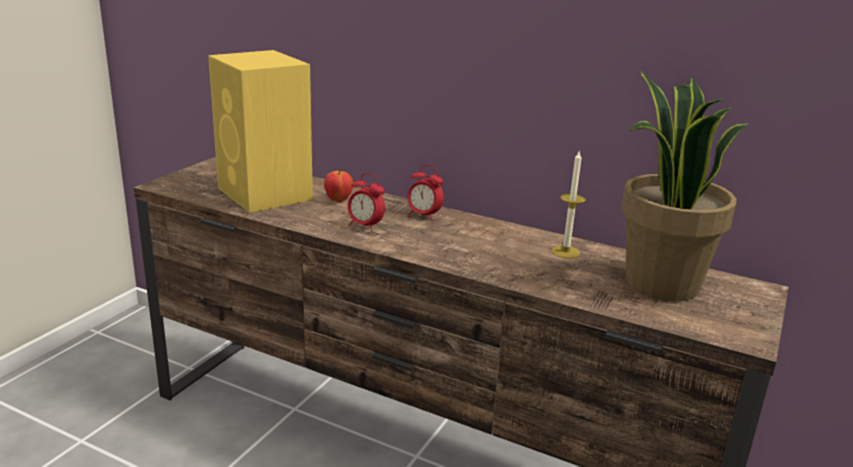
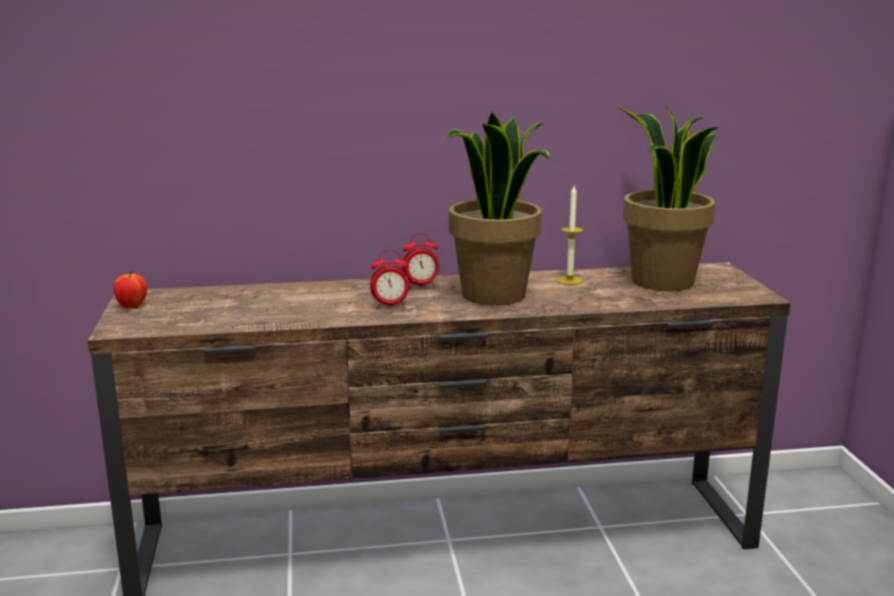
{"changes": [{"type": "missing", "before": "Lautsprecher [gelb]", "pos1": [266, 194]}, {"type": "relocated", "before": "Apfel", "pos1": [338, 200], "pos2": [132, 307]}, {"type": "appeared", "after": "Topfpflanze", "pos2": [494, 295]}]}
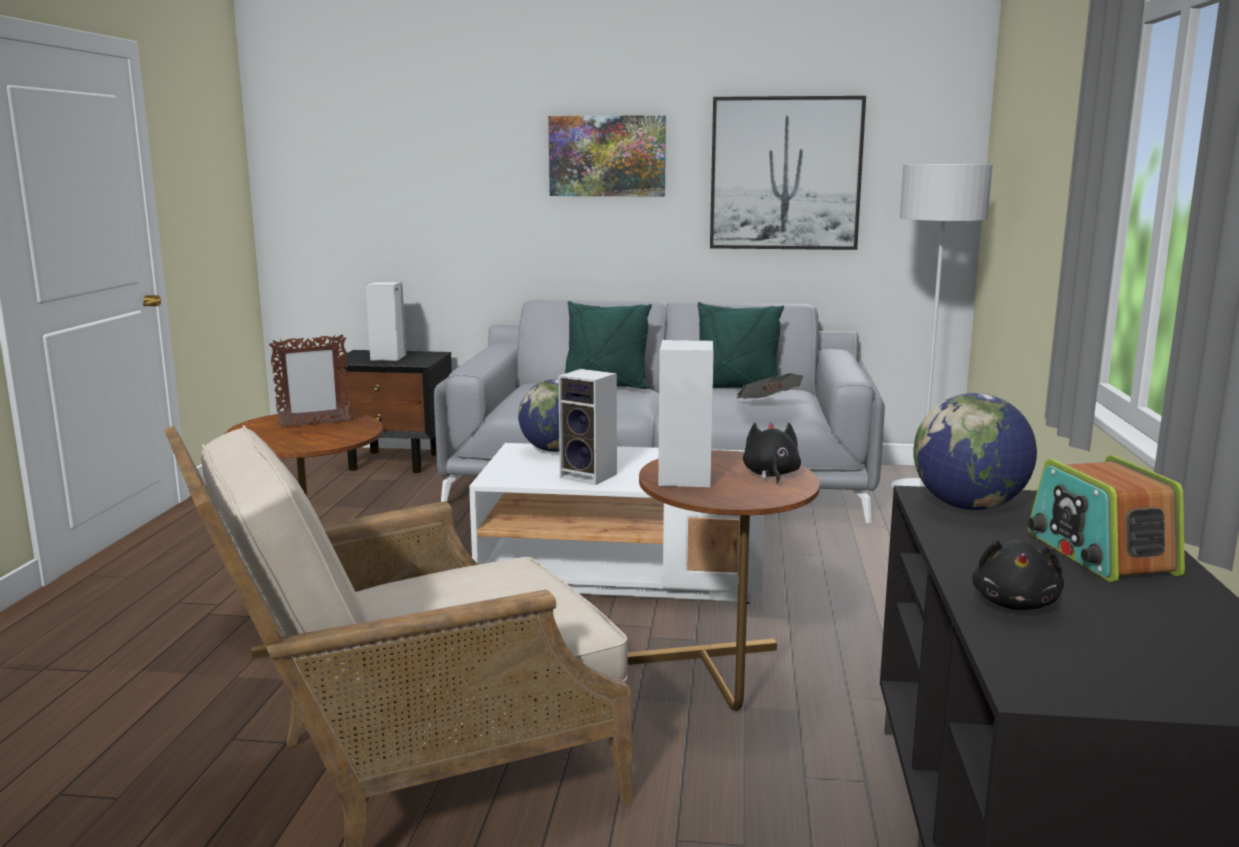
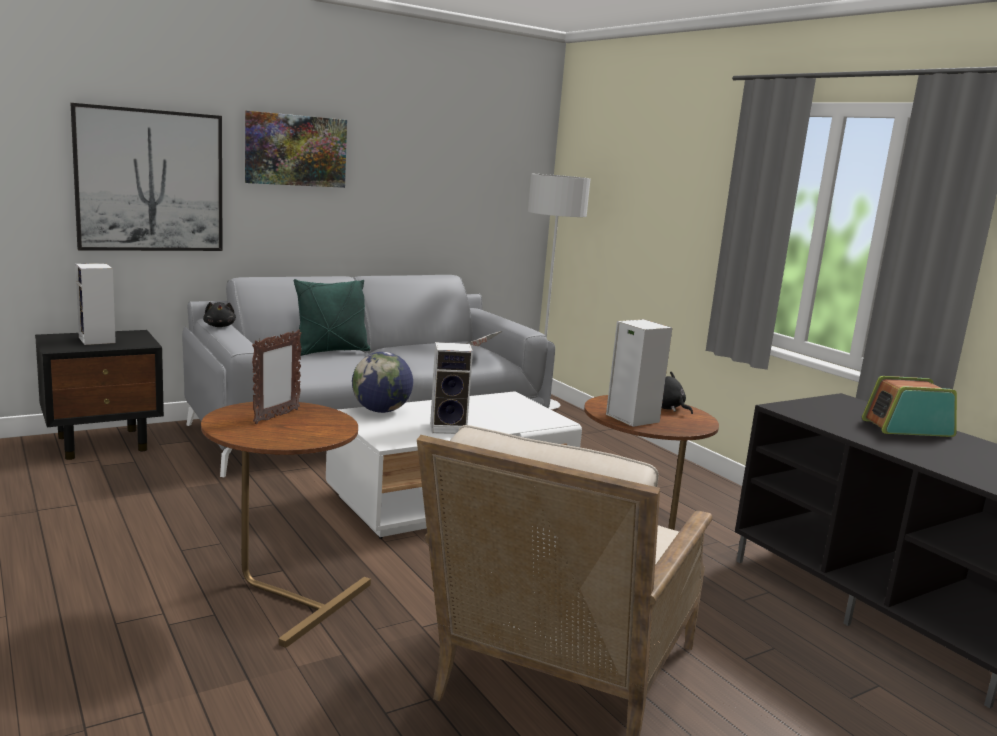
{"changes": [{"type": "missing", "before": "Kissen [grün]", "pos1": [735, 388]}, {"type": "relocated", "before": "Bild", "pos1": [785, 173], "pos2": [150, 181]}, {"type": "missing", "before": "Globus", "pos1": [969, 507]}, {"type": "relocated", "before": "Plüschtier [schwarz]", "pos1": [1015, 603], "pos2": [219, 326]}, {"type": "spun", "before": "Radio", "pos1": [1099, 554], "pos2": [906, 428], "turn": 135}]}
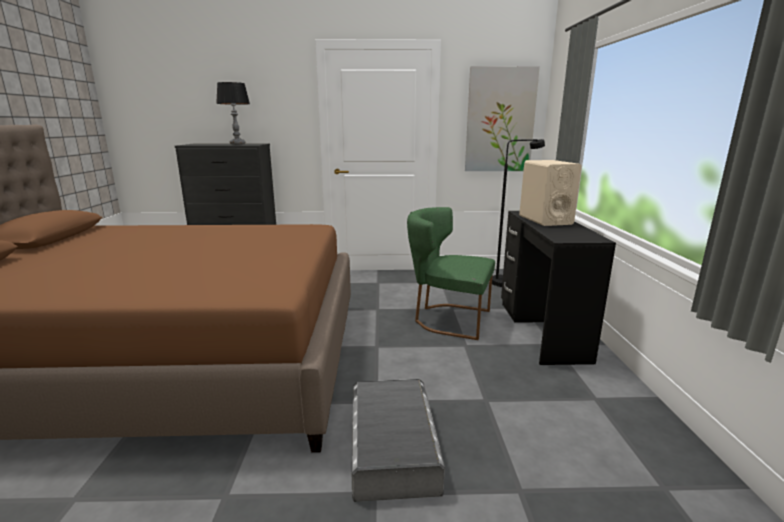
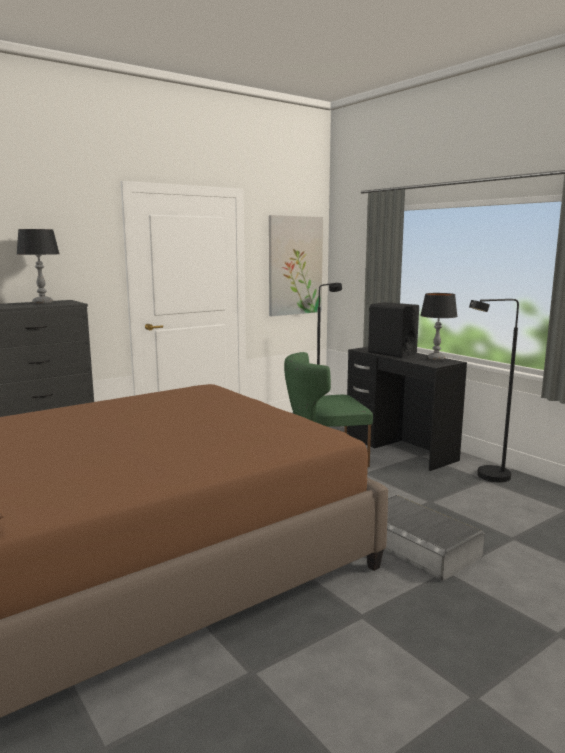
{"changes": [{"type": "colour", "before": "Lautsprecher [beige]", "after": "Lautsprecher [schwarz]", "pos1": [545, 220], "pos2": [391, 353]}, {"type": "appeared", "after": "Tischlampe", "pos2": [435, 359]}, {"type": "appeared", "after": "Stehlampe [schwarz]", "pos2": [486, 477]}]}
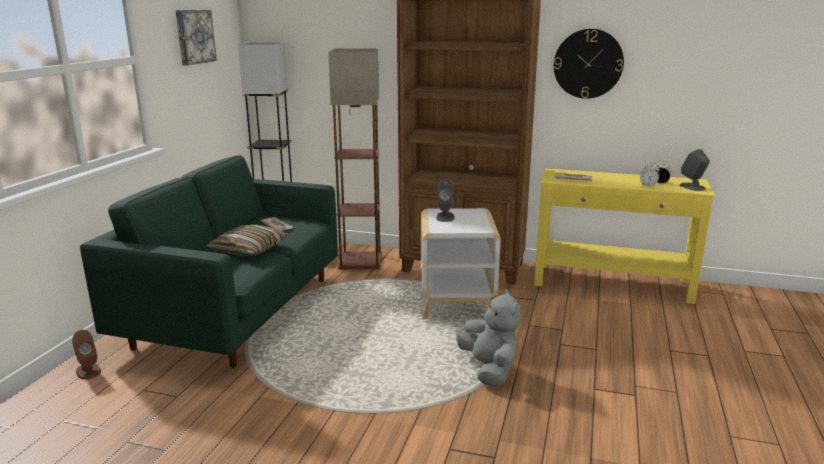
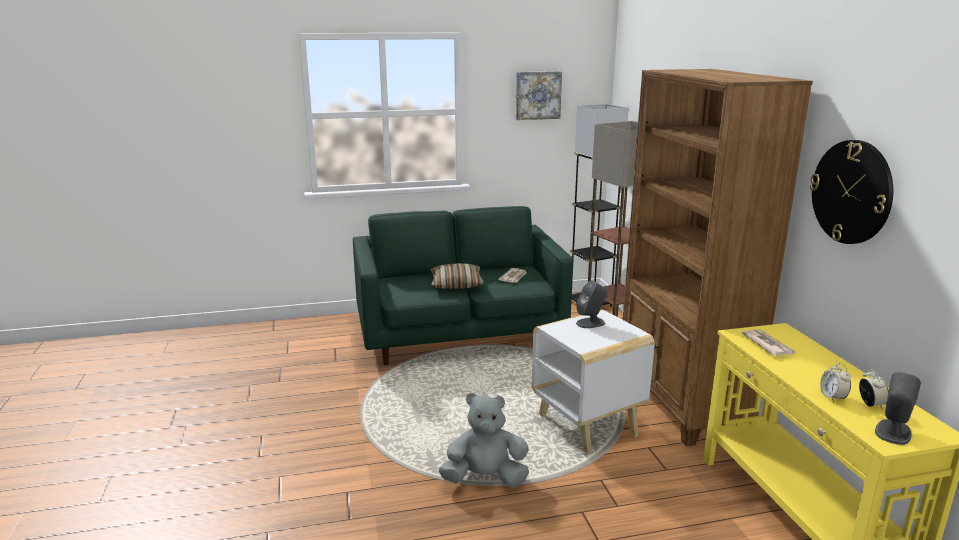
{"changes": [{"type": "missing", "before": "Lautsprecher [braun]", "pos1": [88, 371]}, {"type": "spun", "before": "Plüschtier [grau]", "pos1": [489, 369], "pos2": [485, 478], "turn": -135}]}
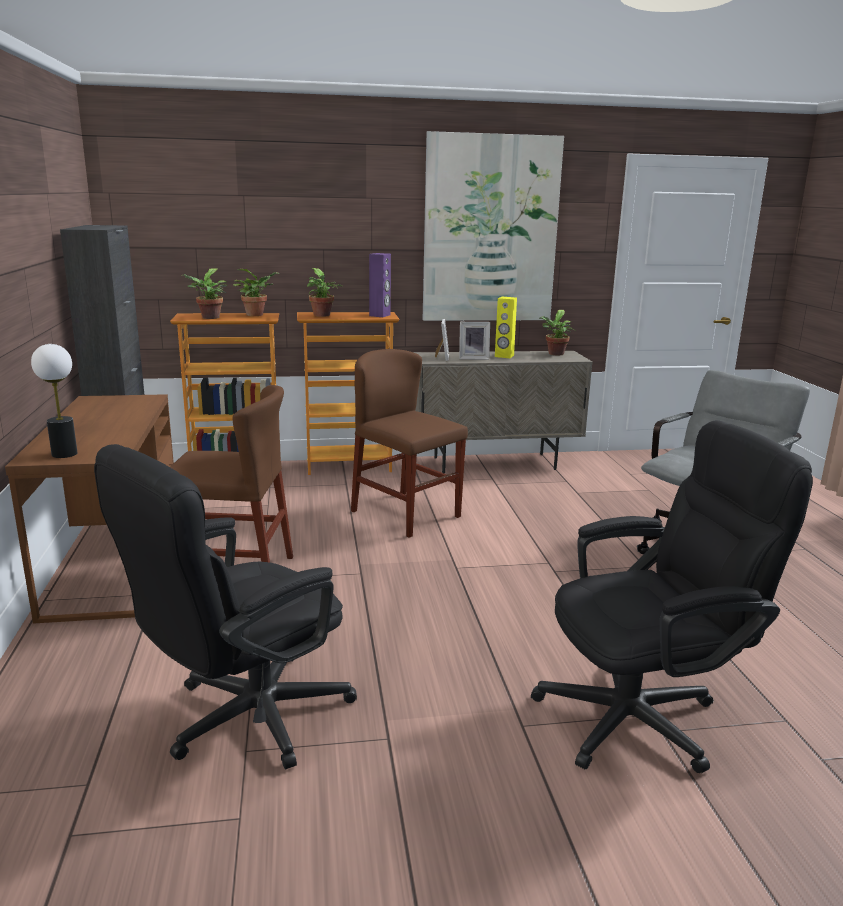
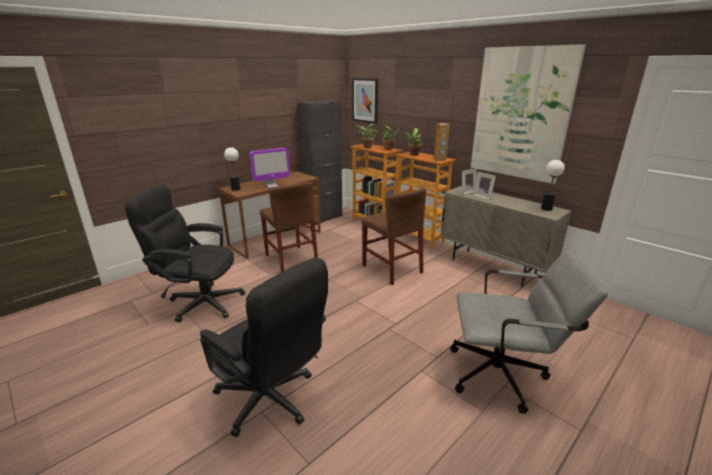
{"changes": [{"type": "spun", "before": "Stuhl [braun]", "pos1": [406, 514], "pos2": [392, 269], "turn": 135}, {"type": "colour", "before": "Lautsprecher [lila]", "after": "Lautsprecher [braun]", "pos1": [380, 315], "pos2": [440, 160]}, {"type": "missing", "before": "Lautsprecher [gelb]", "pos1": [504, 356]}, {"type": "exchanged", "before": "Topfpflanze", "after": "Tischlampe", "pos1": [555, 354], "pos2": [546, 209]}, {"type": "appeared", "after": "Monitor", "pos2": [272, 186]}, {"type": "appeared", "after": "Bild", "pos2": [365, 100]}]}
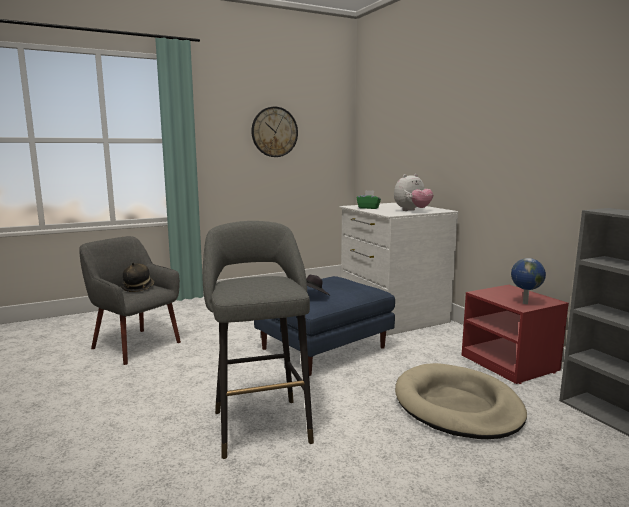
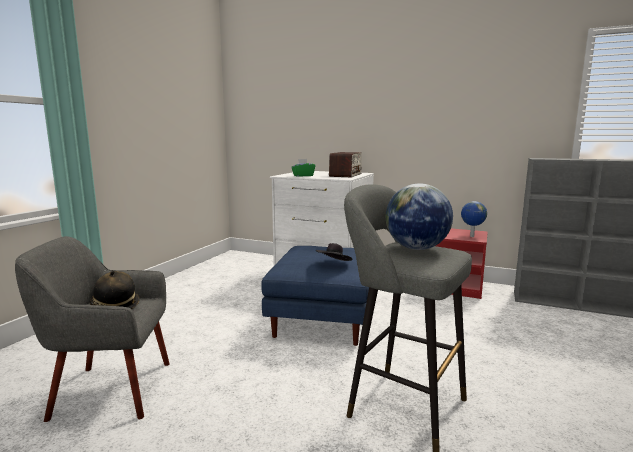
{"changes": [{"type": "missing", "before": "Wanduhr", "pos1": [274, 132]}, {"type": "exchanged", "before": "Plüschtier", "after": "Radio", "pos1": [412, 211], "pos2": [345, 175]}, {"type": "missing", "before": "Hundebett [beige]", "pos1": [457, 406]}, {"type": "appeared", "after": "Globus", "pos2": [416, 248]}]}
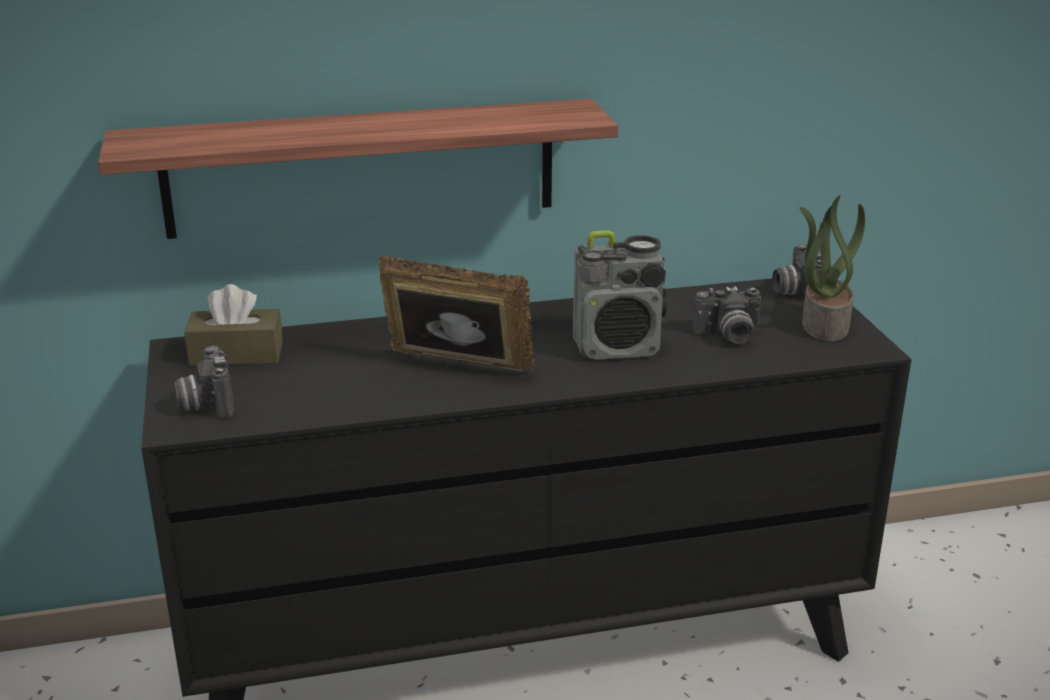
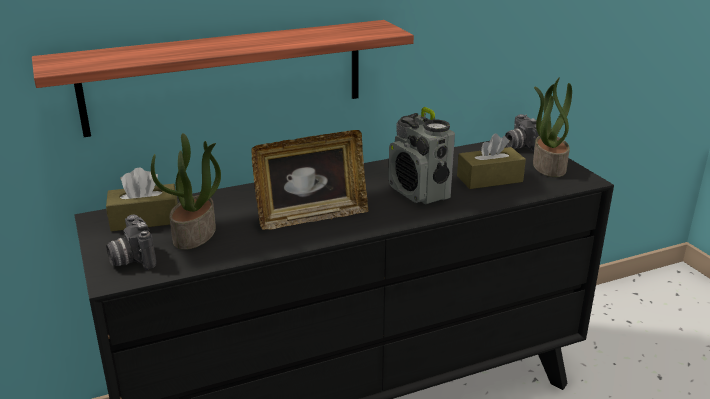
{"changes": [{"type": "spun", "before": "Bilderrahmen", "pos1": [456, 369], "pos2": [311, 217], "turn": 150}, {"type": "spun", "before": "Radio", "pos1": [618, 348], "pos2": [419, 193], "turn": 75}, {"type": "exchanged", "before": "Kamera", "after": "Taschentuchbox [braun]", "pos1": [728, 336], "pos2": [489, 179]}, {"type": "appeared", "after": "Topfpflanze", "pos2": [195, 235]}]}
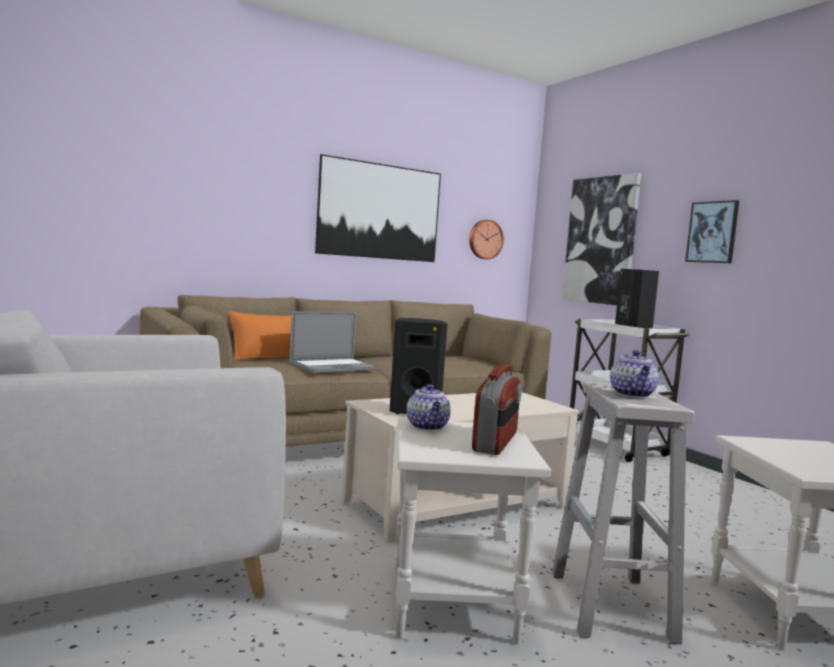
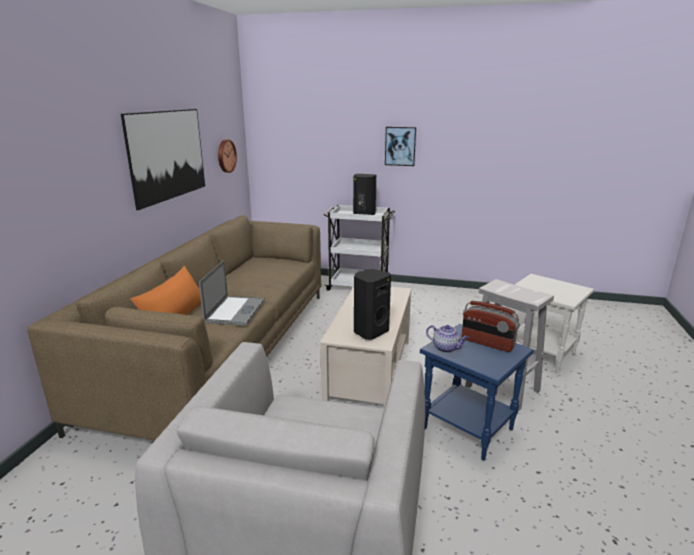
{"changes": [{"type": "colour", "before": "Beistelltisch [weiß]", "after": "Beistelltisch [blau]", "pos1": [455, 605], "pos2": [469, 428]}, {"type": "spun", "before": "Radio", "pos1": [496, 442], "pos2": [487, 343], "turn": 150}, {"type": "missing", "before": "Bild", "pos1": [601, 240]}, {"type": "missing", "before": "Teekanne", "pos1": [633, 394]}]}
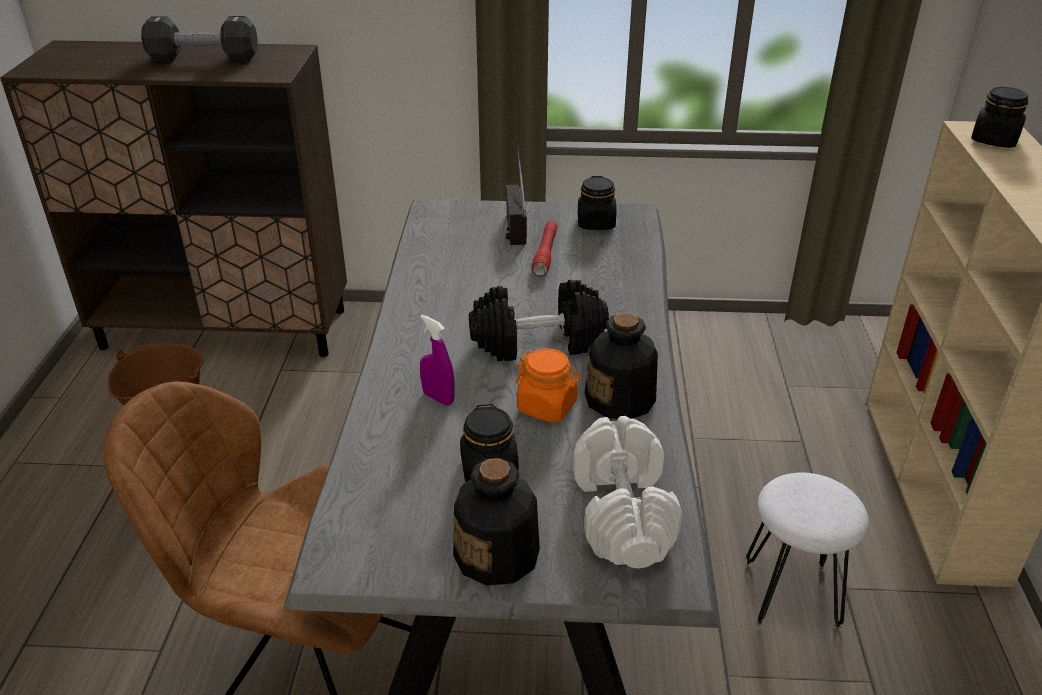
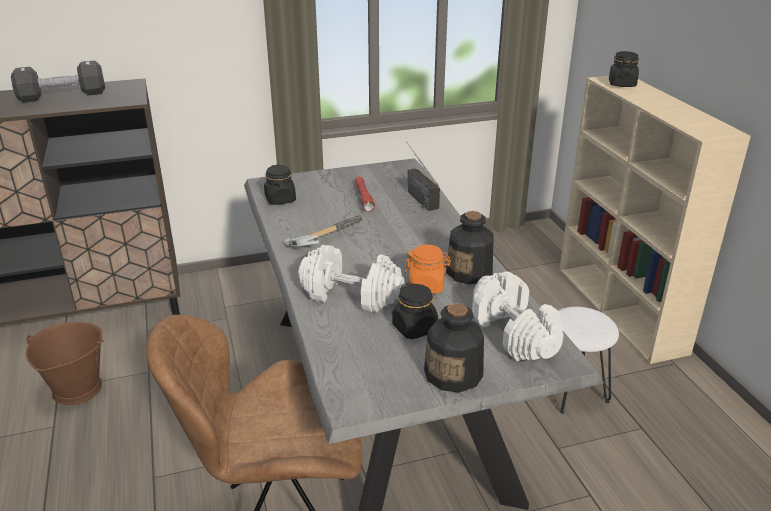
{"changes": [{"type": "exchanged", "before": "Sprühflasche [lila]", "after": "Hantel [weiß]", "pos1": [438, 398], "pos2": [352, 295]}, {"type": "missing", "before": "Hantel [schwarz]", "pos1": [538, 341]}, {"type": "relocated", "before": "Radio", "pos1": [513, 220], "pos2": [415, 195]}, {"type": "relocated", "before": "Vorratsglas [schwarz]", "pos1": [596, 223], "pos2": [280, 199]}, {"type": "appeared", "after": "Hammer", "pos2": [323, 238]}]}
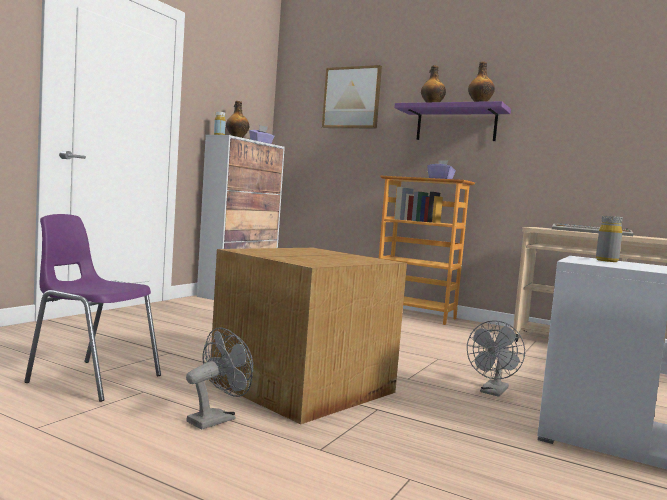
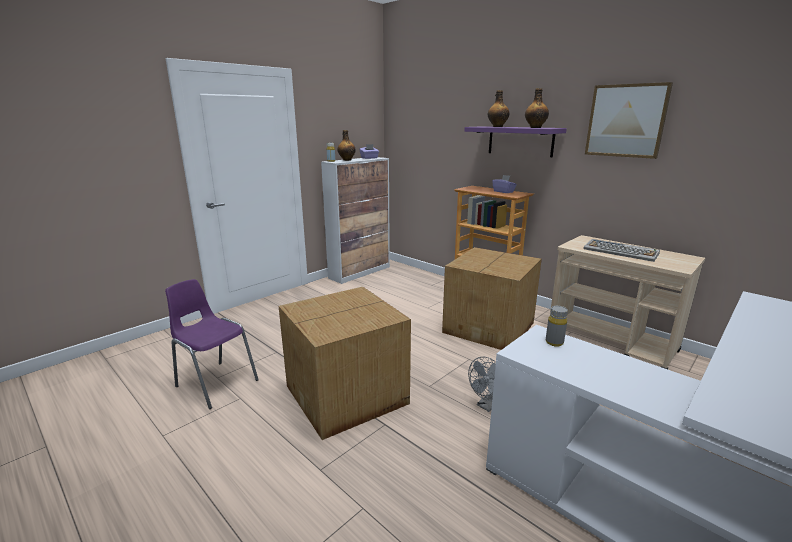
{"changes": [{"type": "missing", "before": "Ventilator [grau]", "pos1": [217, 419]}, {"type": "relocated", "before": "Bild", "pos1": [352, 98], "pos2": [626, 121]}, {"type": "appeared", "after": "Karton", "pos2": [490, 327]}]}
